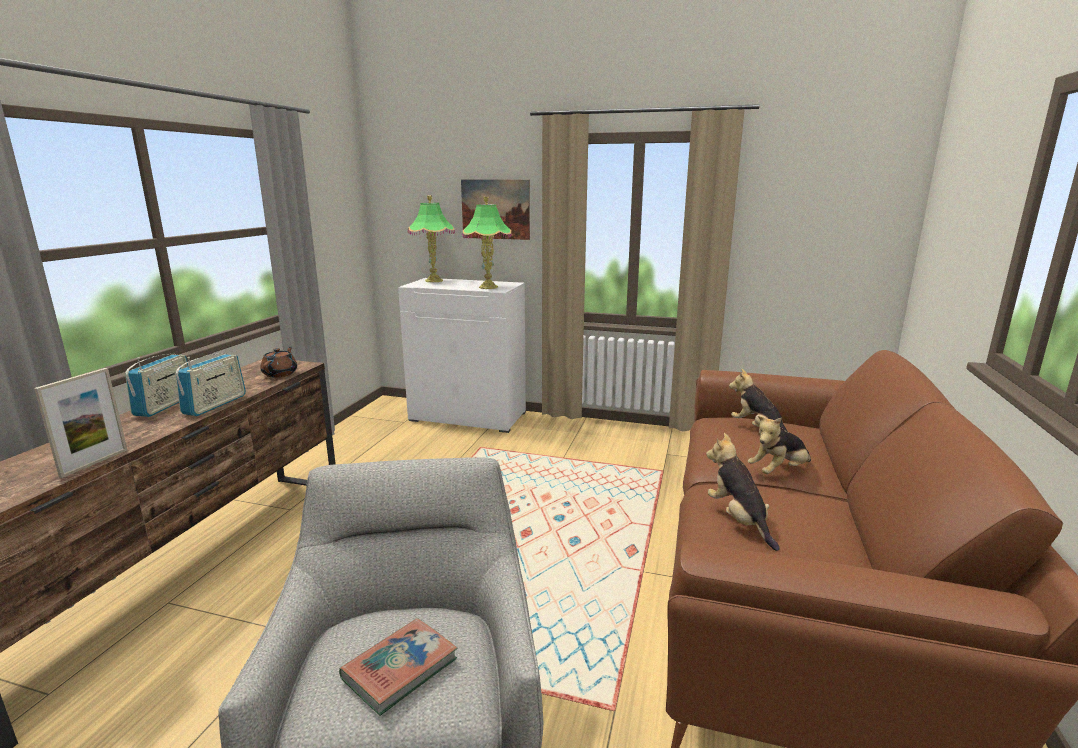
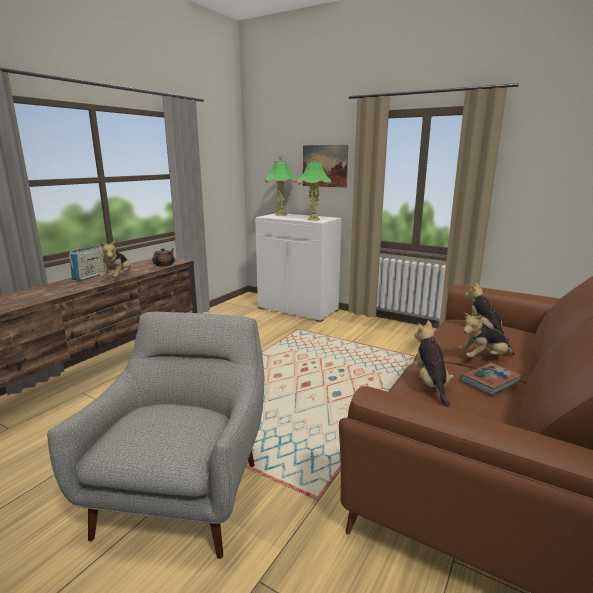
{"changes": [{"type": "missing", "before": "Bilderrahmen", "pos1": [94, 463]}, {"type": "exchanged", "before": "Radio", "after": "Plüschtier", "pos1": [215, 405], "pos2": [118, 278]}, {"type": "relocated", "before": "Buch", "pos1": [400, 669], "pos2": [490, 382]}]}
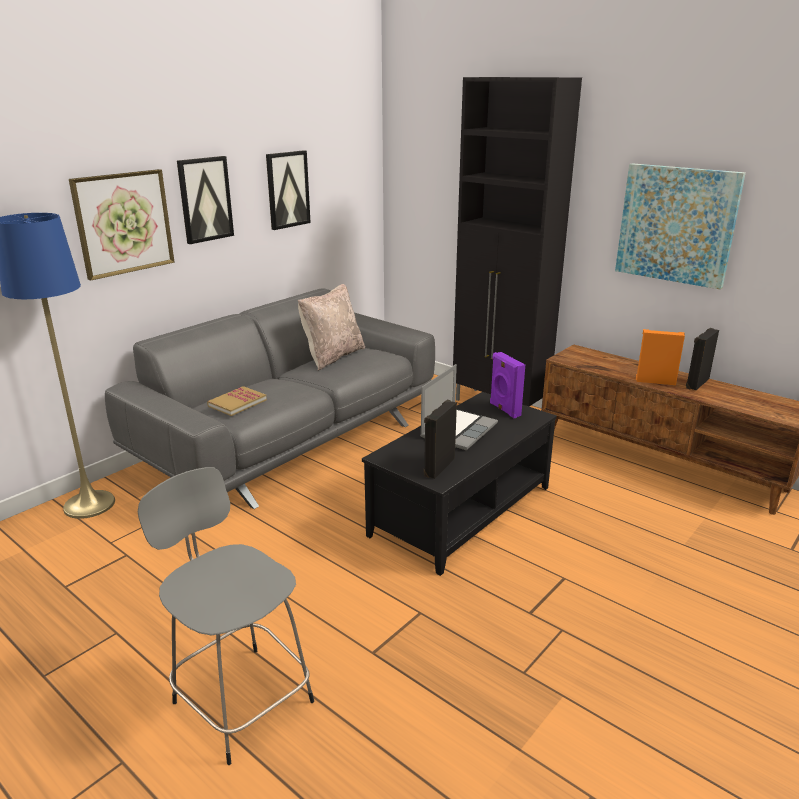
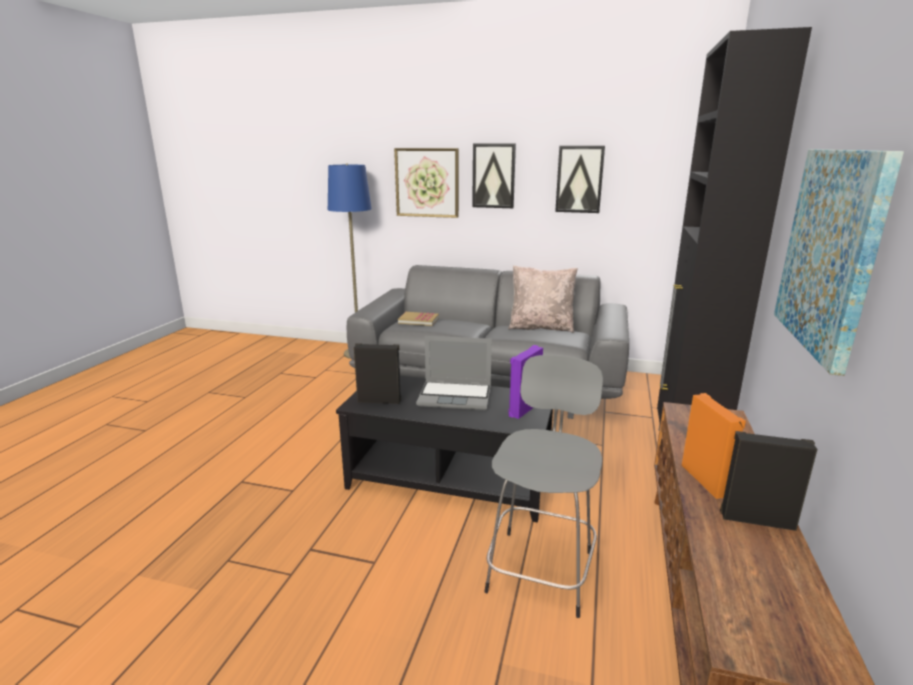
{"changes": [{"type": "relocated", "before": "Hocker [grau]", "pos1": [240, 699], "pos2": [541, 568]}]}
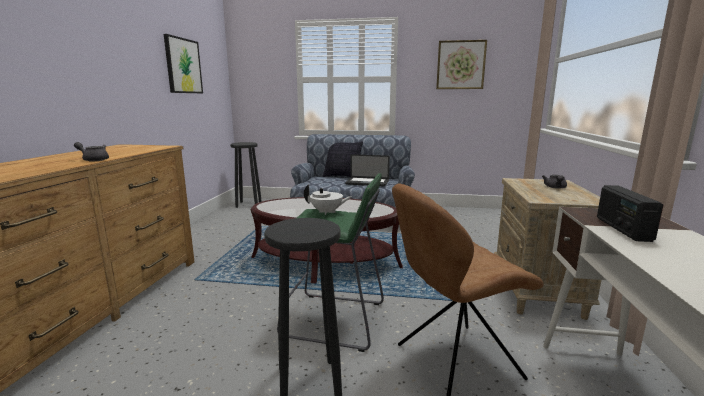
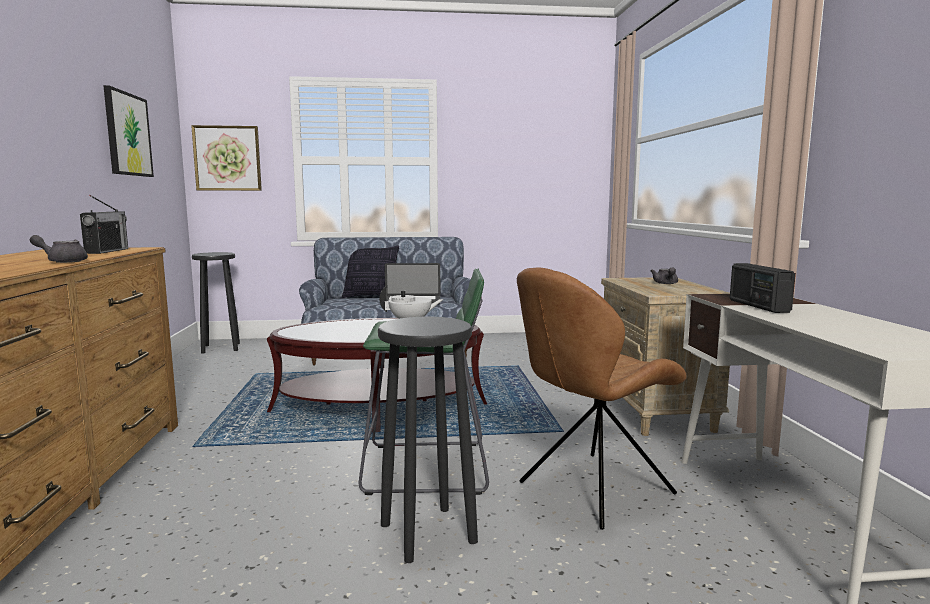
{"changes": [{"type": "relocated", "before": "Bild", "pos1": [460, 65], "pos2": [227, 158]}, {"type": "appeared", "after": "Radio", "pos2": [107, 251]}]}
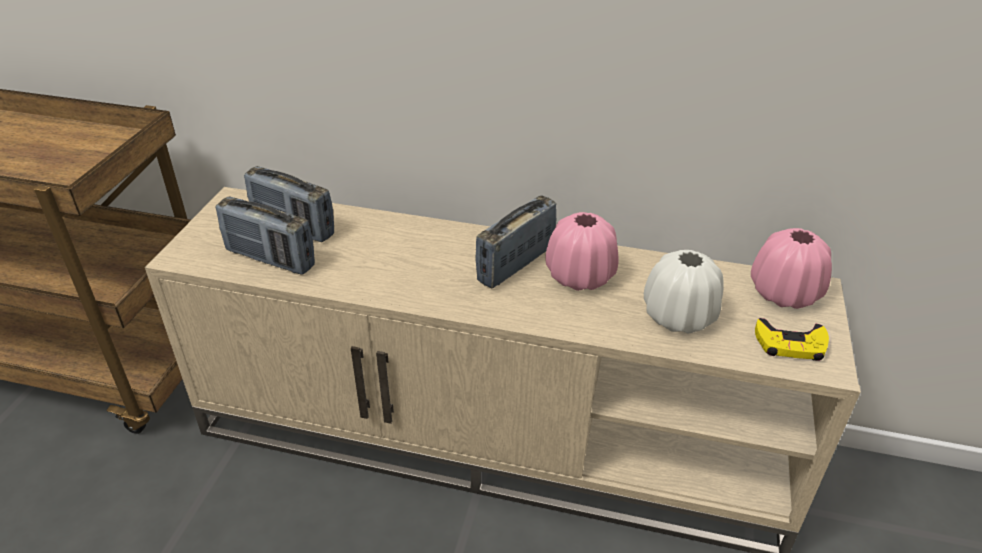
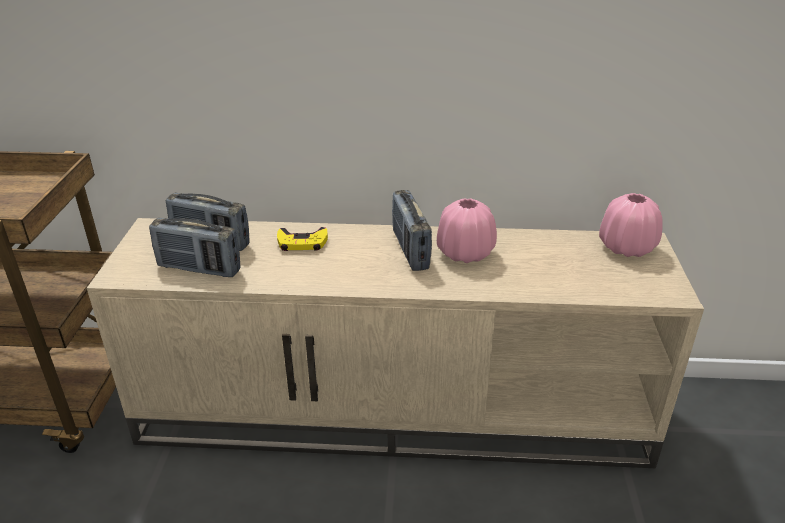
{"changes": [{"type": "spun", "before": "Radio", "pos1": [515, 264], "pos2": [410, 250], "turn": -45}, {"type": "missing", "before": "Vase [weiß]", "pos1": [678, 317]}, {"type": "relocated", "before": "Gamepad [gelb]", "pos1": [790, 344], "pos2": [302, 243]}]}
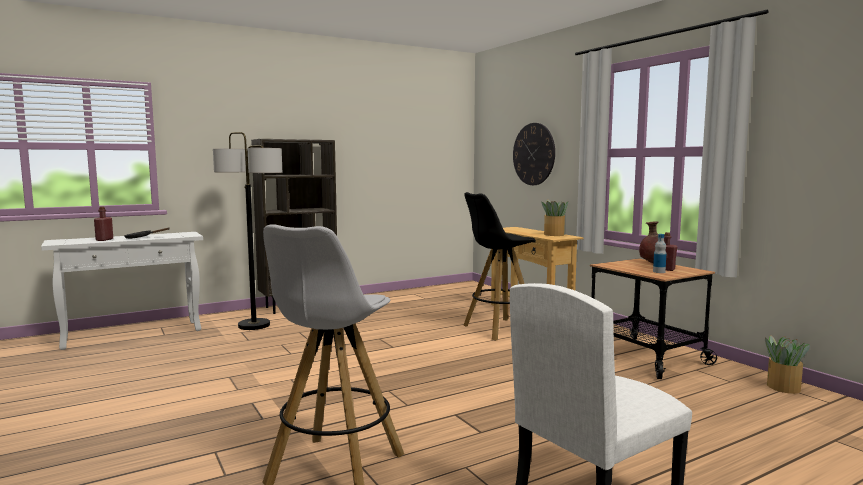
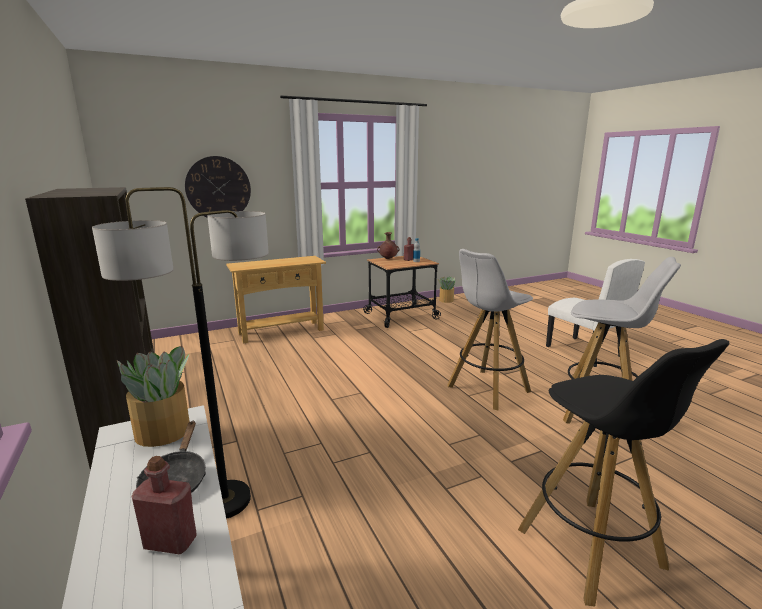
{"changes": [{"type": "relocated", "before": "Hocker [schwarz]", "pos1": [499, 329], "pos2": [592, 550]}, {"type": "relocated", "before": "Topfpflanze", "pos1": [554, 234], "pos2": [164, 432]}, {"type": "appeared", "after": "Hocker [weiß]", "pos2": [487, 389]}]}
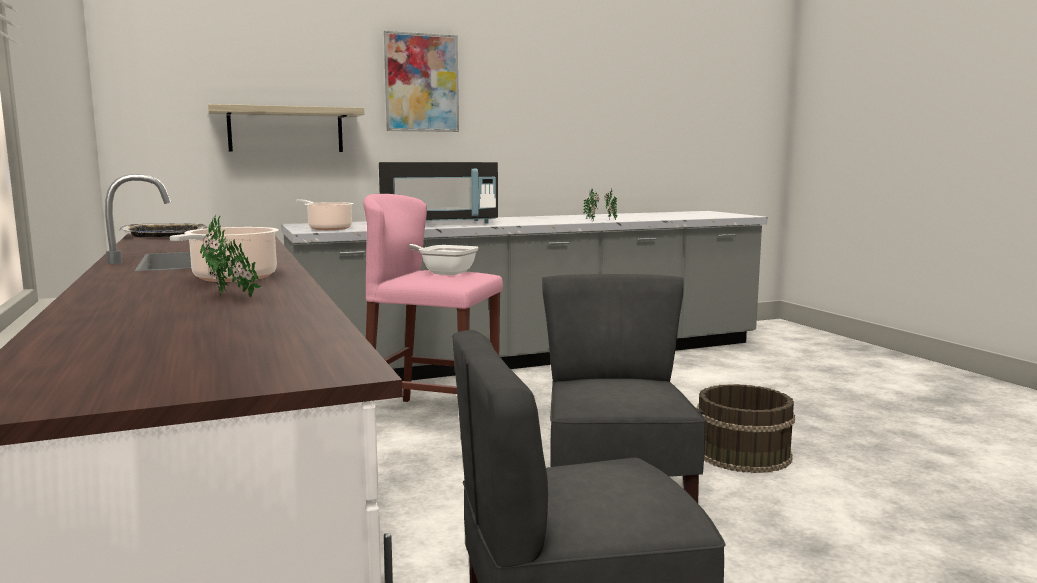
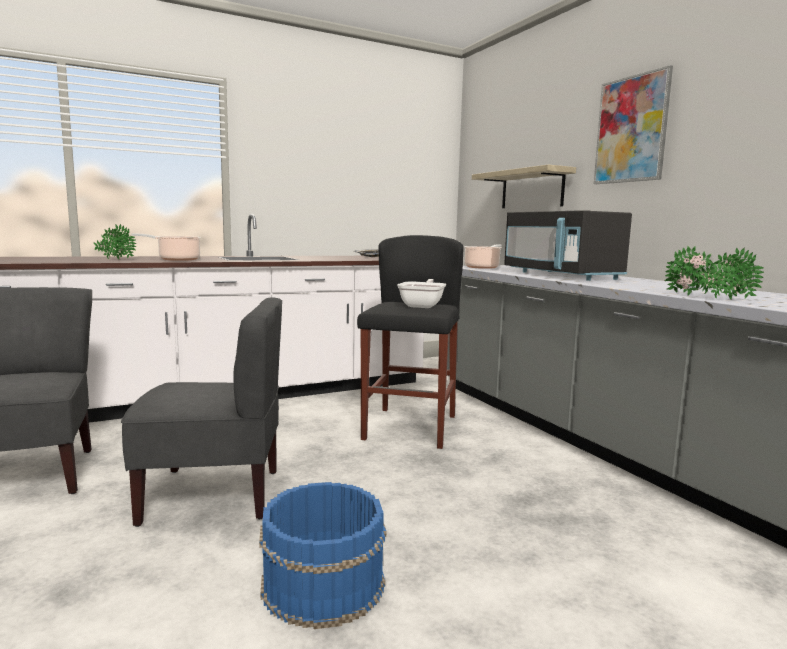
{"changes": [{"type": "colour", "before": "Hocker [rosa]", "after": "Hocker [schwarz]", "pos1": [433, 419], "pos2": [410, 427]}, {"type": "colour", "before": "Eimer [braun]", "after": "Eimer [blau]", "pos1": [742, 454], "pos2": [321, 583]}]}
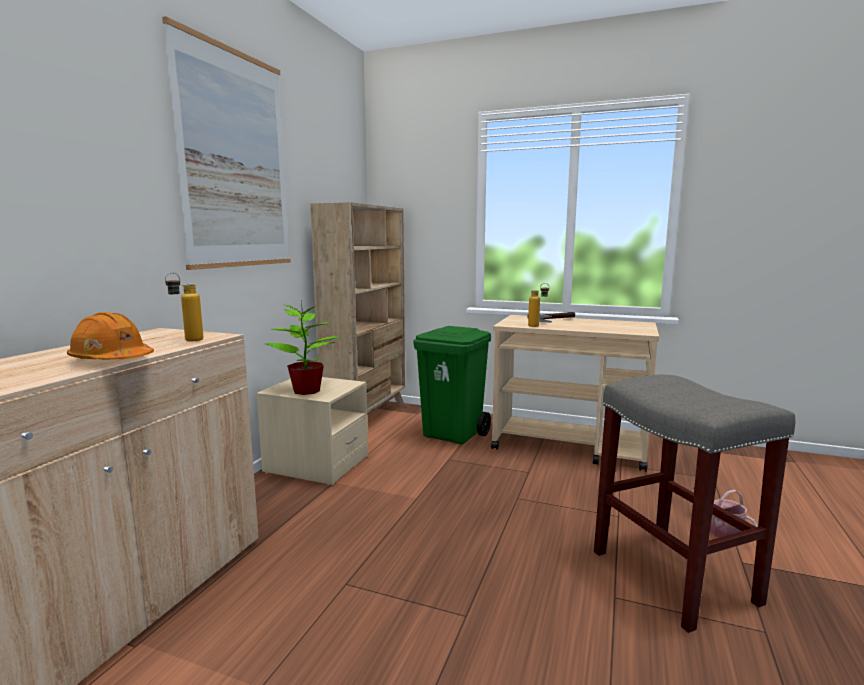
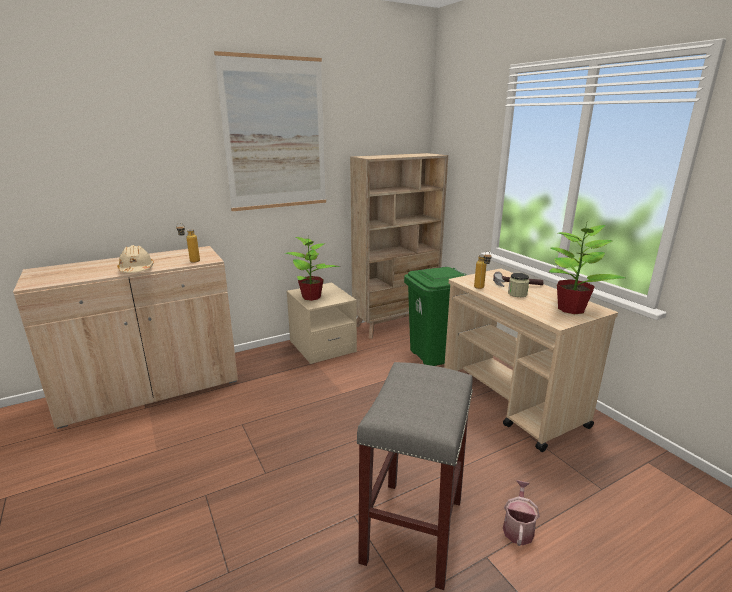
{"changes": [{"type": "colour", "before": "Schutzhelm [orange]", "after": "Schutzhelm [beige]", "pos1": [112, 360], "pos2": [136, 270]}, {"type": "appeared", "after": "Vorratsglas", "pos2": [517, 294]}, {"type": "appeared", "after": "Topfpflanze", "pos2": [571, 309]}]}
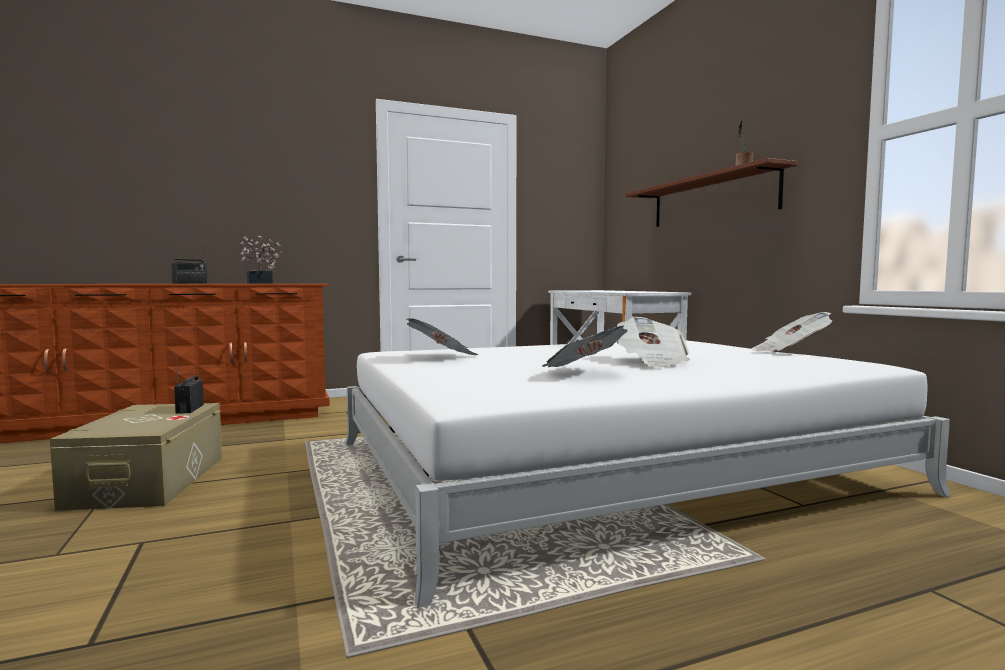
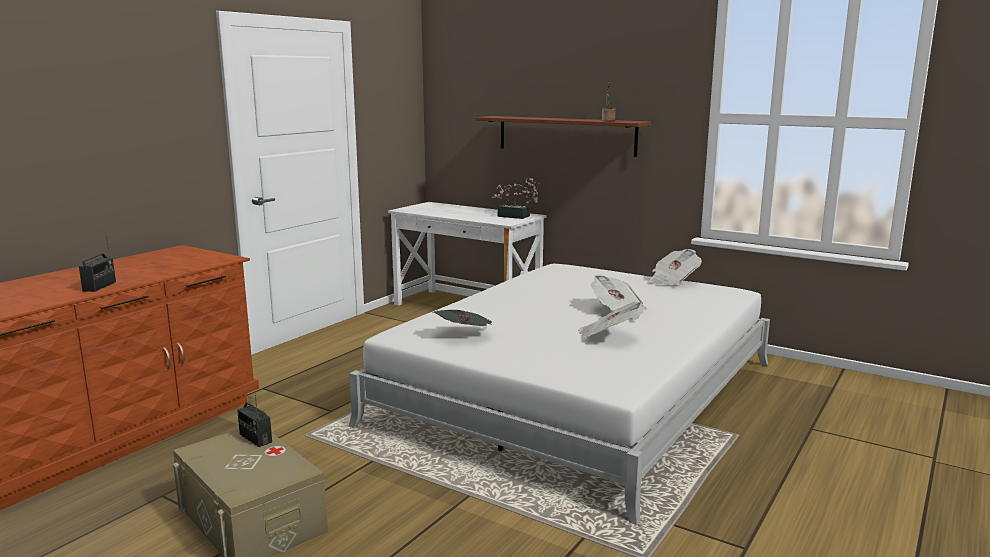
{"changes": [{"type": "relocated", "before": "Topfpflanze", "pos1": [259, 283], "pos2": [517, 216]}]}
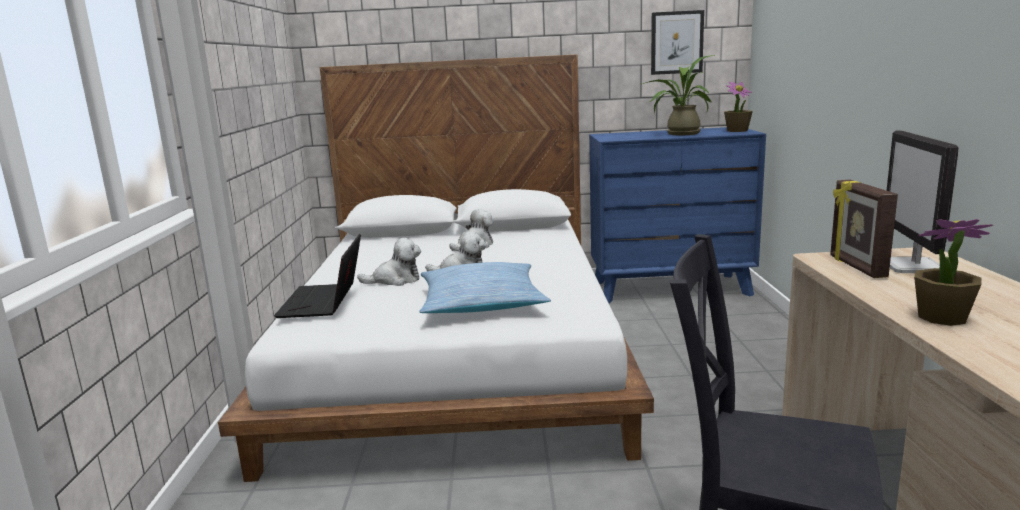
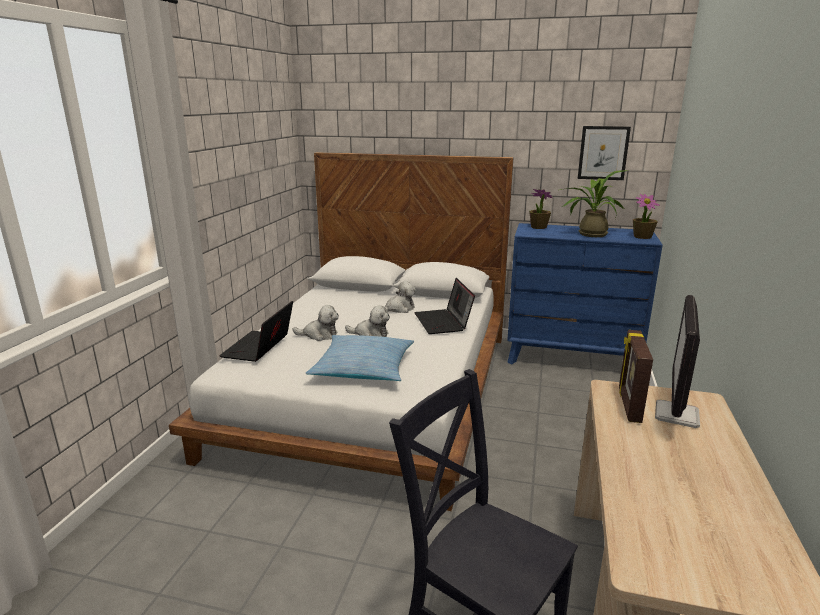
{"changes": [{"type": "relocated", "before": "Topfpflanze", "pos1": [941, 317], "pos2": [538, 227]}, {"type": "appeared", "after": "Laptop", "pos2": [443, 322]}]}
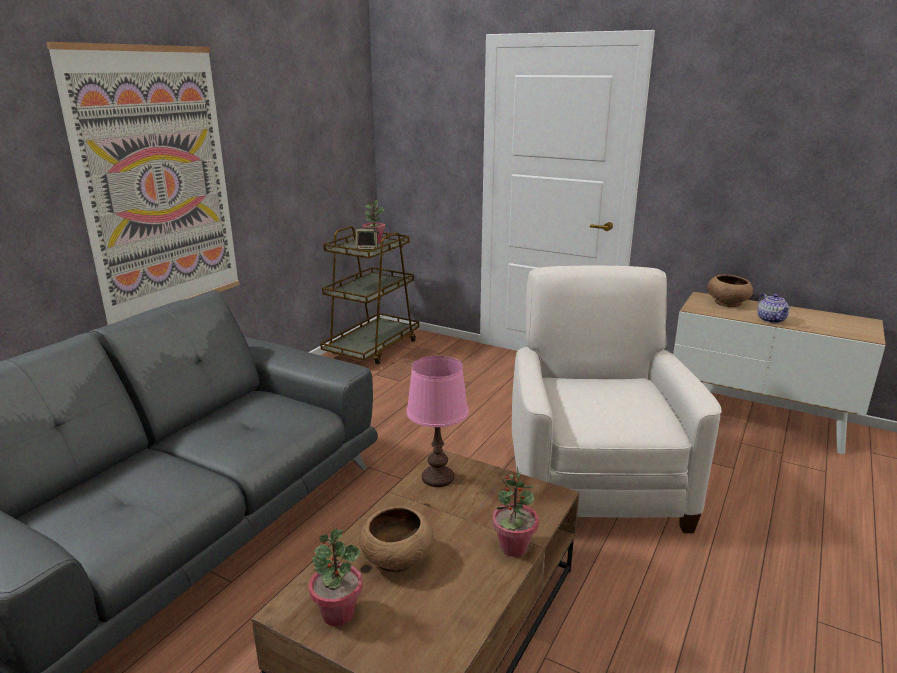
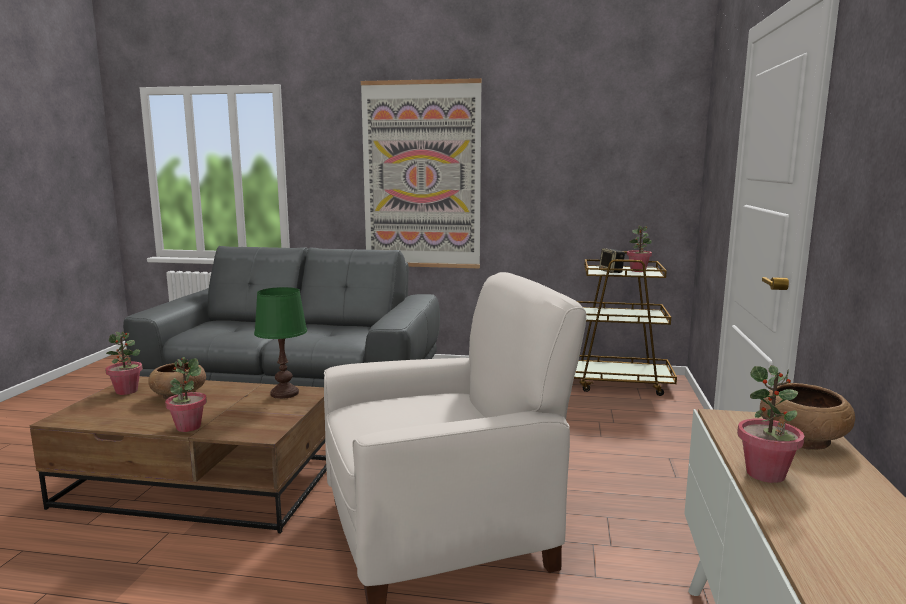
{"changes": [{"type": "colour", "before": "Tischlampe [rosa]", "after": "Tischlampe [grün]", "pos1": [438, 477], "pos2": [285, 393]}, {"type": "exchanged", "before": "Teekanne", "after": "Topfpflanze", "pos1": [771, 320], "pos2": [766, 474]}]}
